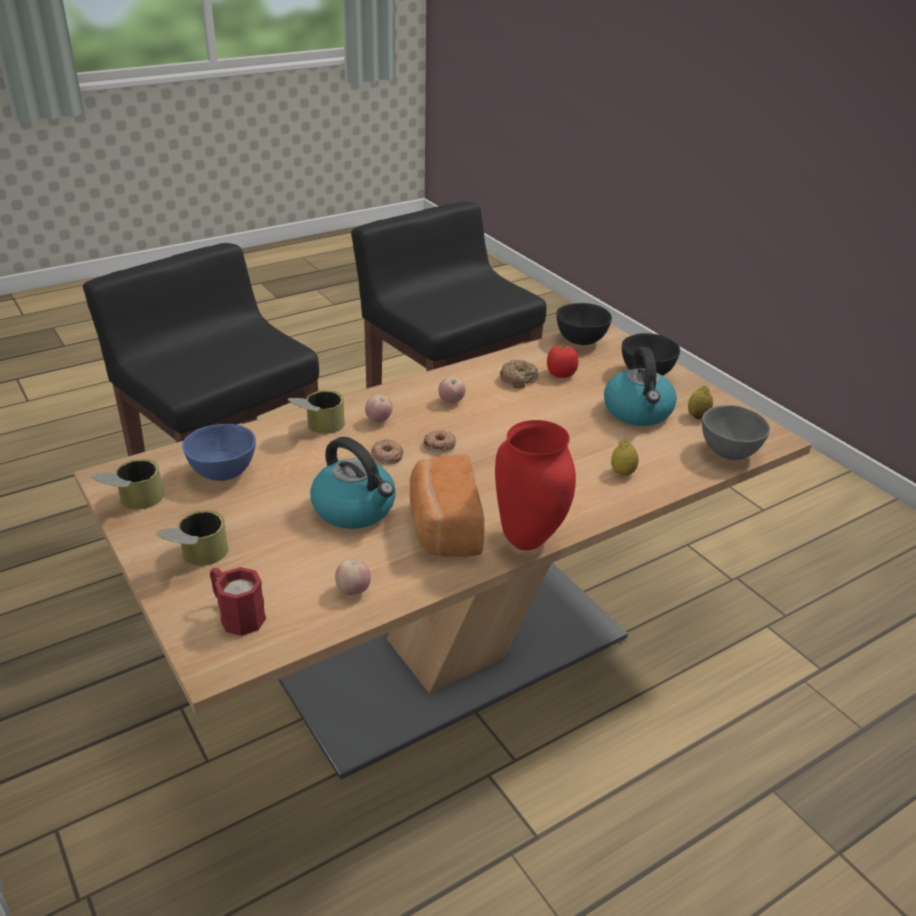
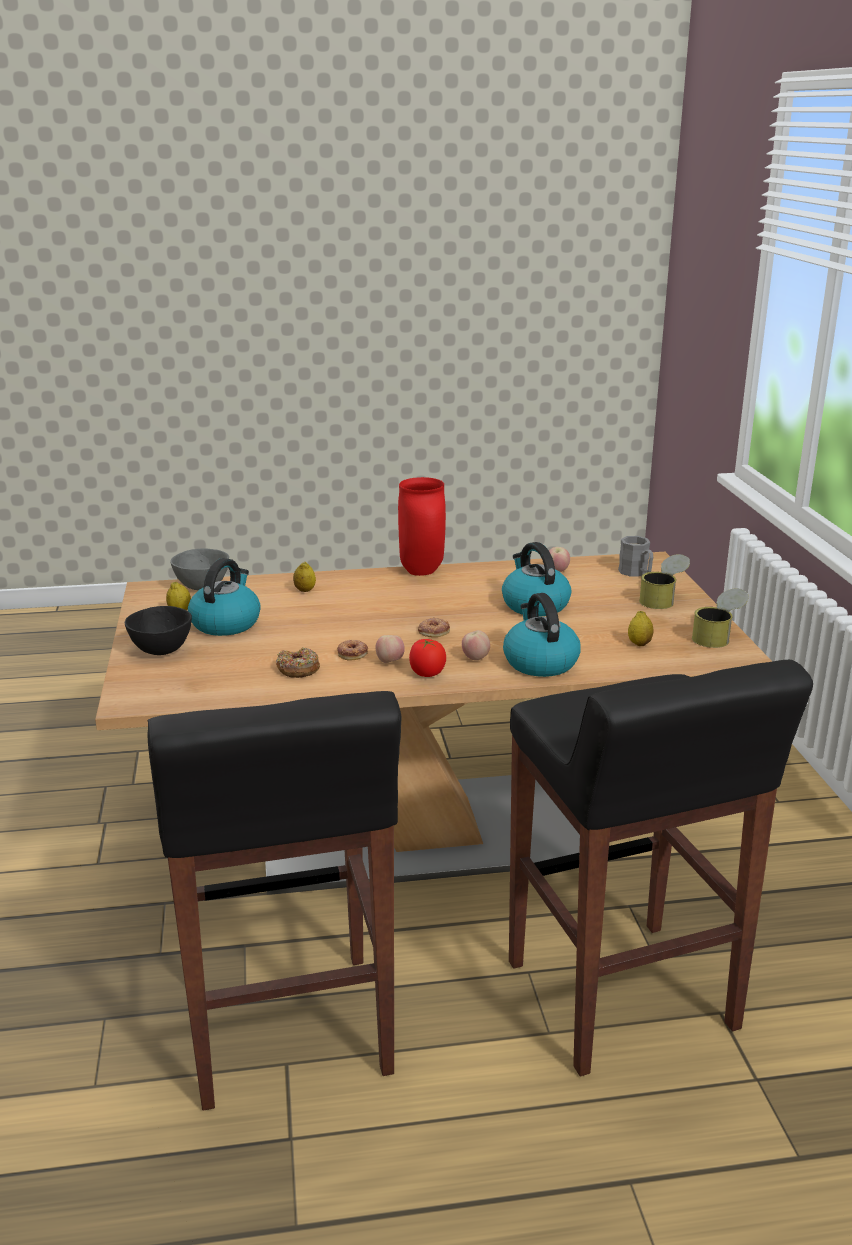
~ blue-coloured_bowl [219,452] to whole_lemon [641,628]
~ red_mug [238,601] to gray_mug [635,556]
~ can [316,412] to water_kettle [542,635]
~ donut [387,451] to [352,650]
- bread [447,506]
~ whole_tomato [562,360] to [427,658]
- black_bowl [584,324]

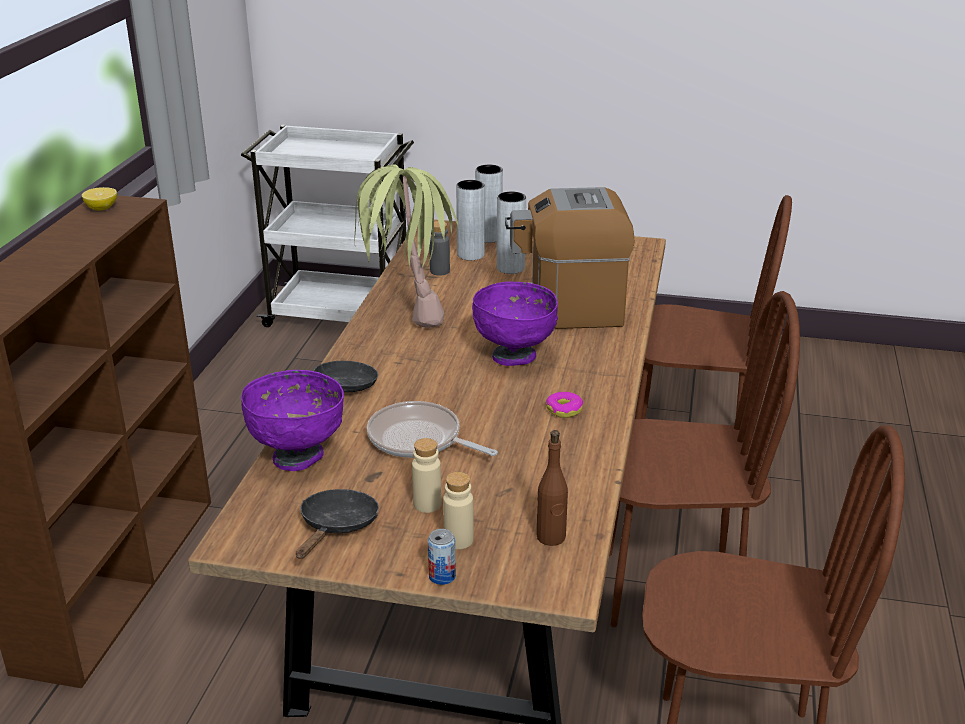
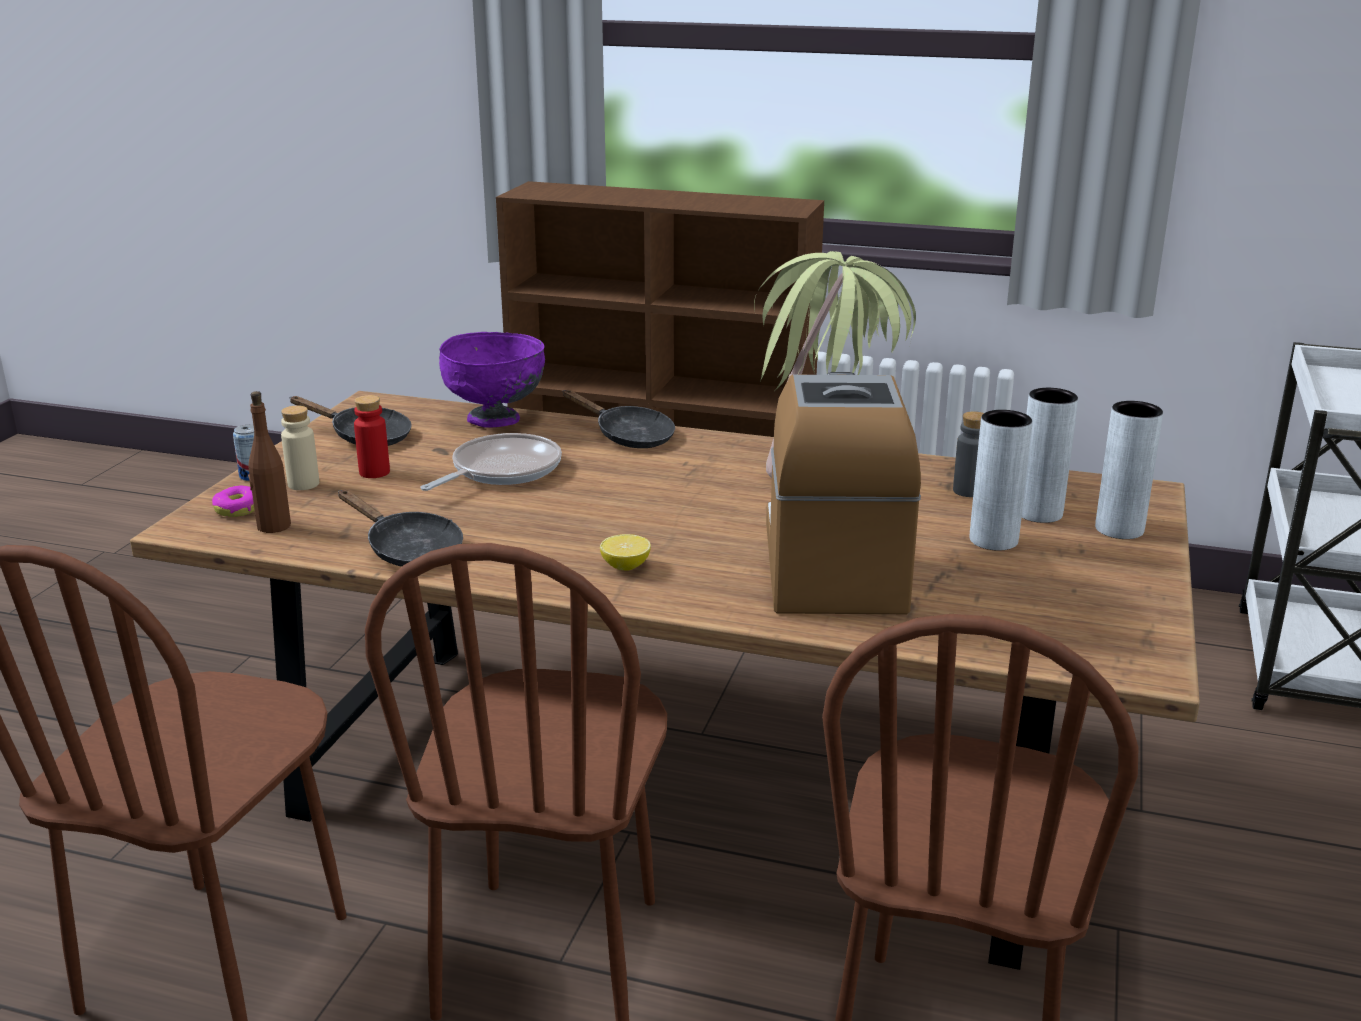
~ whole_lemon [99,199] to [625,552]
~ beige_drink_bottle [426,475] to red_drink_bottle [372,436]
- purple-coloured_bowl [515,324]
~ donut [564,405] to [233,501]
+ black_pan [400,528]

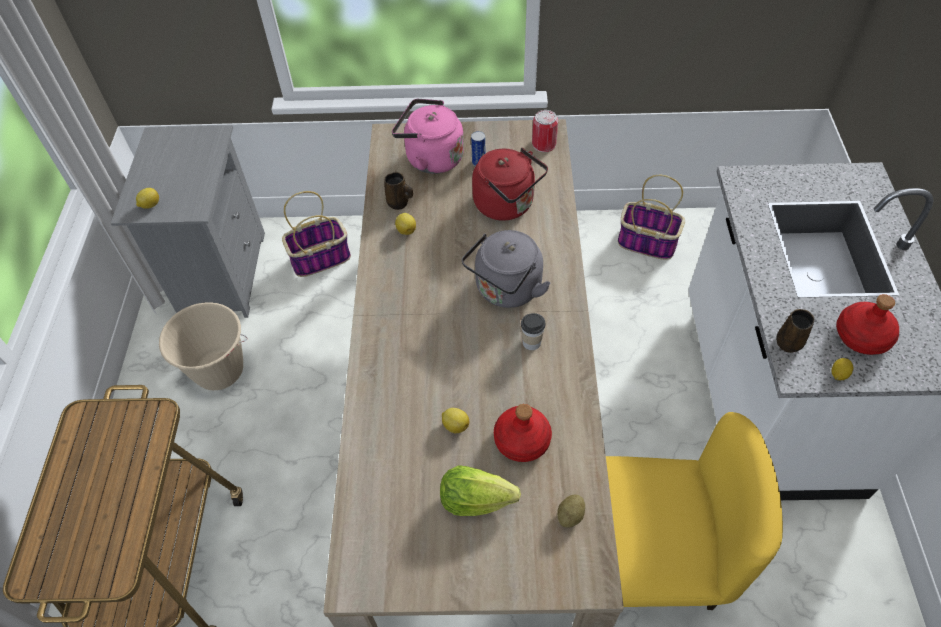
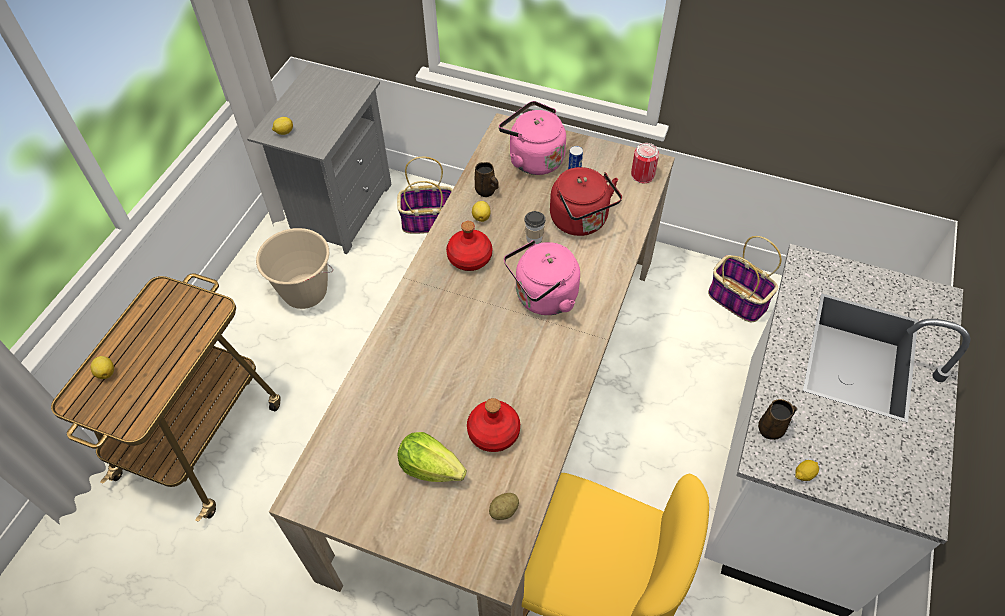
~ whole_lemon [455,420] to [102,367]
~ gray_water_kettle [506,269] to pink-coloured_water_kettle [542,277]
~ small_cup [533,331] to [535,227]
~ red_drink_bottle [867,324] to [469,246]

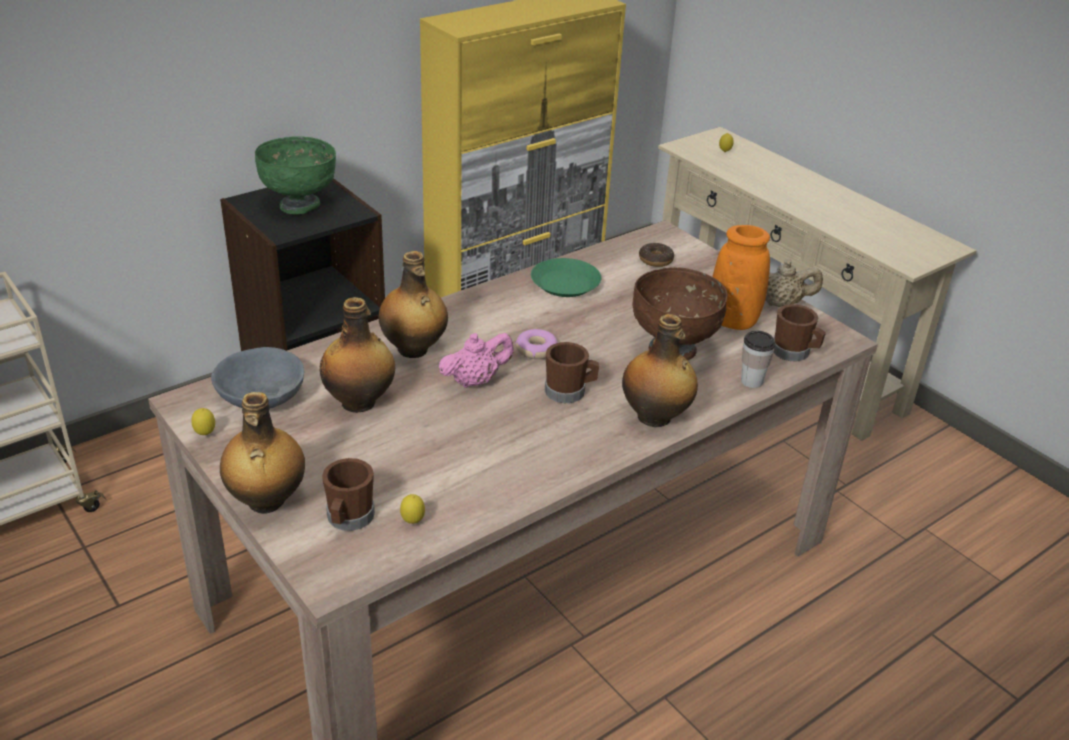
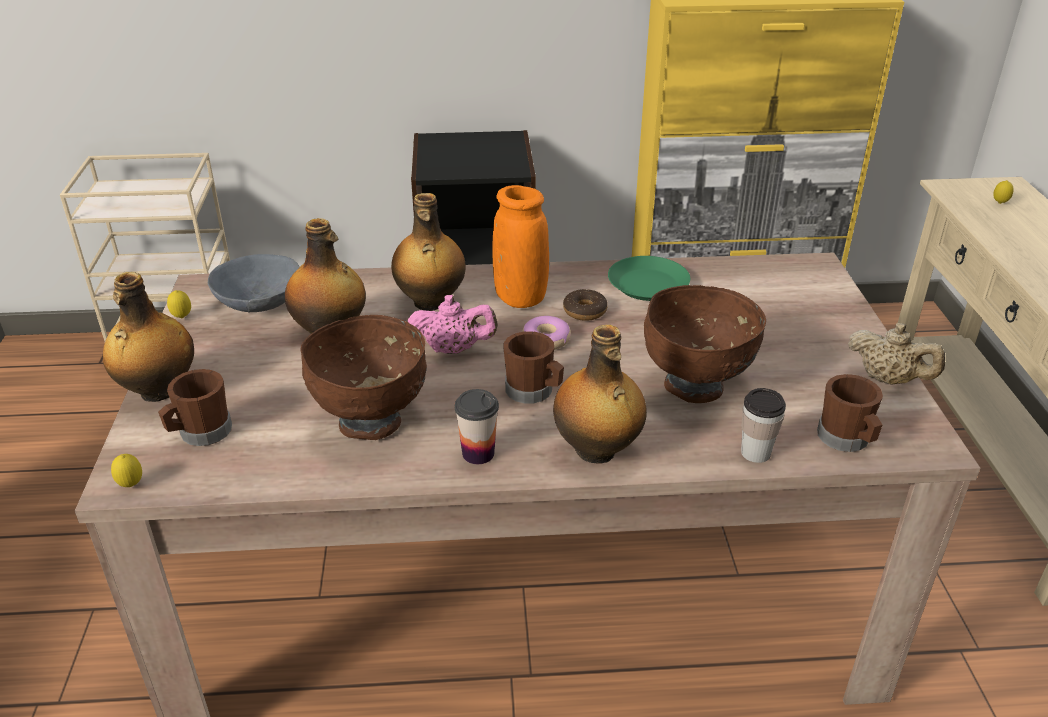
- greenish_bowl [295,175]
~ whole_lemon [412,509] to [126,470]
~ donut [656,255] to [585,305]
~ orange-coloured_decorative_vase [741,277] to [520,246]
+ brown_bowl [364,377]
+ small_cup [477,426]

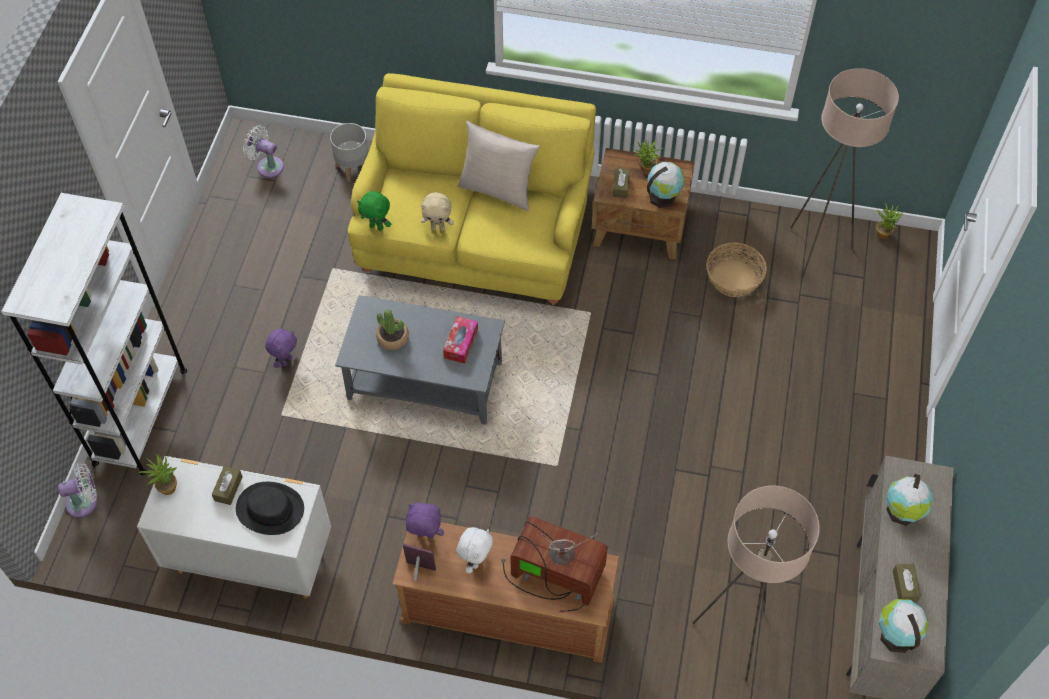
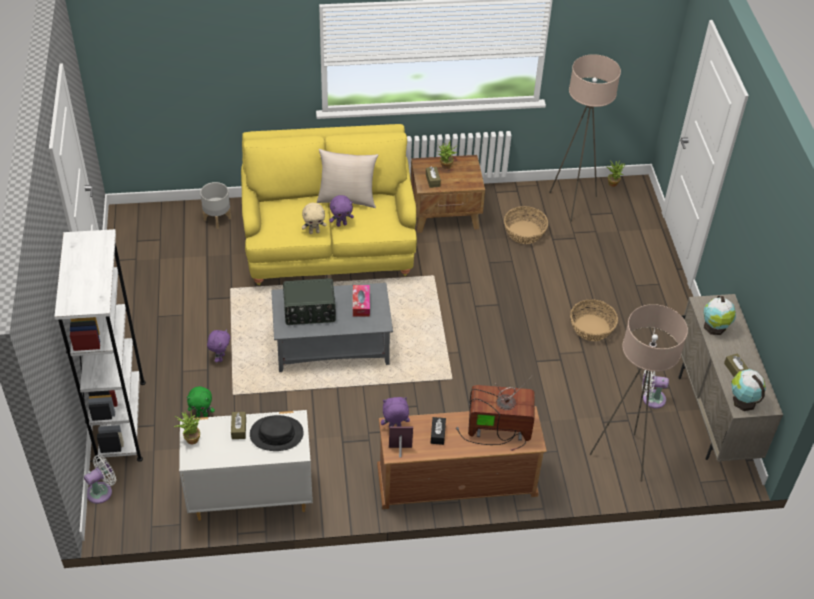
~ whitish_fan [263,151] to [655,389]
~ greenish_soft_toy [374,211] to [201,401]
~ potted_plant [392,329] to radio_receiver [309,301]
~ whitish_soft_toy [475,550] to black_box_of_tissues [438,431]
- globe [666,185]
+ purple-coloured_soft_toy [341,211]
+ storage_basket [594,320]

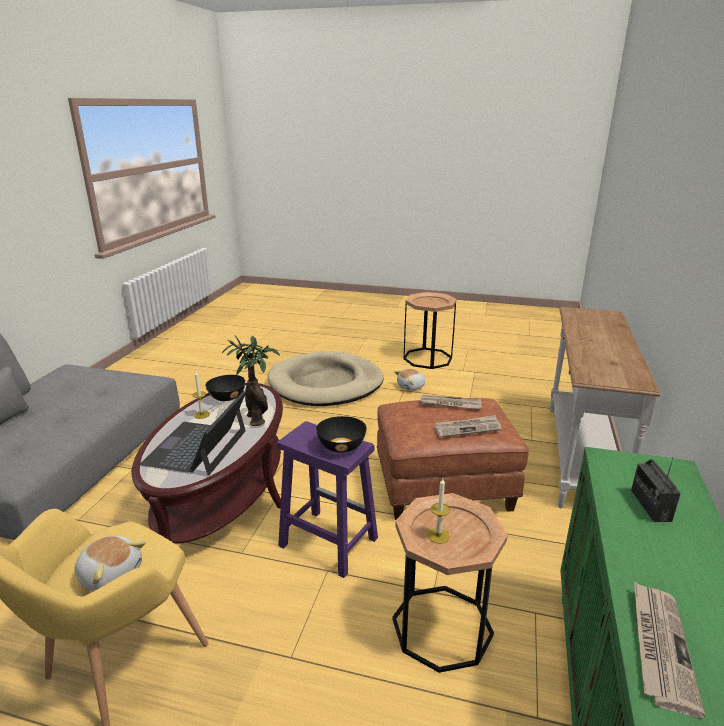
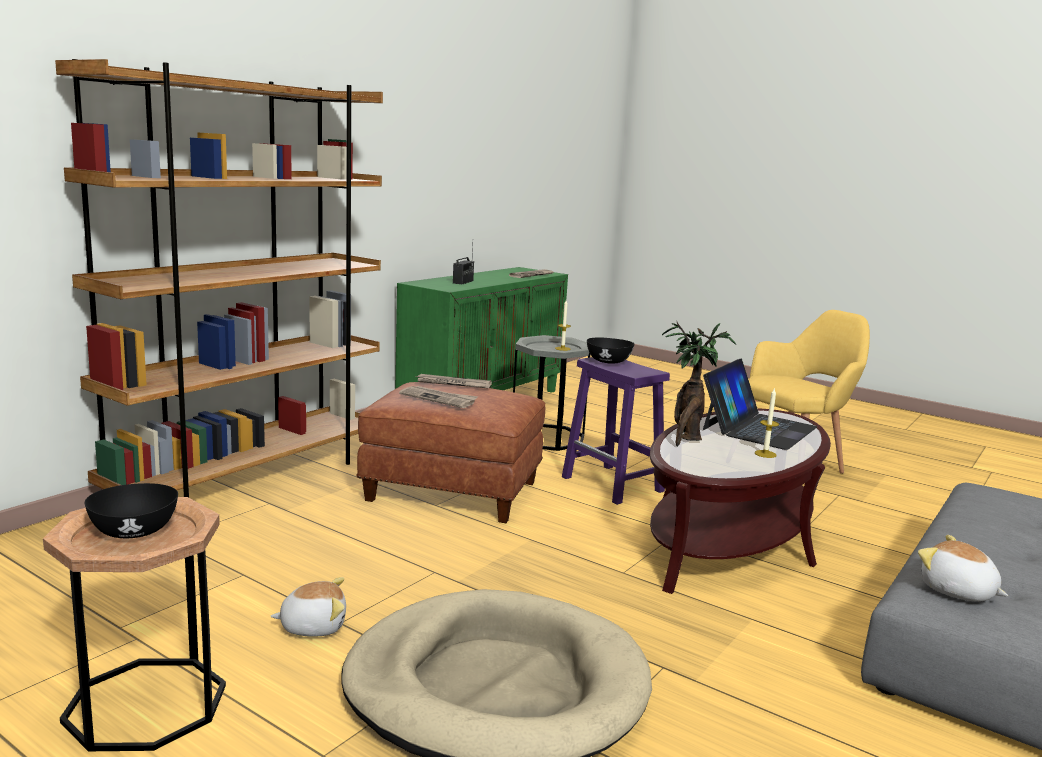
~ soft_toy [110,564] to [963,568]
~ black_bowl [225,388] to [131,510]
~ brown_end_table [450,583] to gray_end_table [551,393]
~ whitish_narrow_table [605,407] to brown_bookcase [219,278]

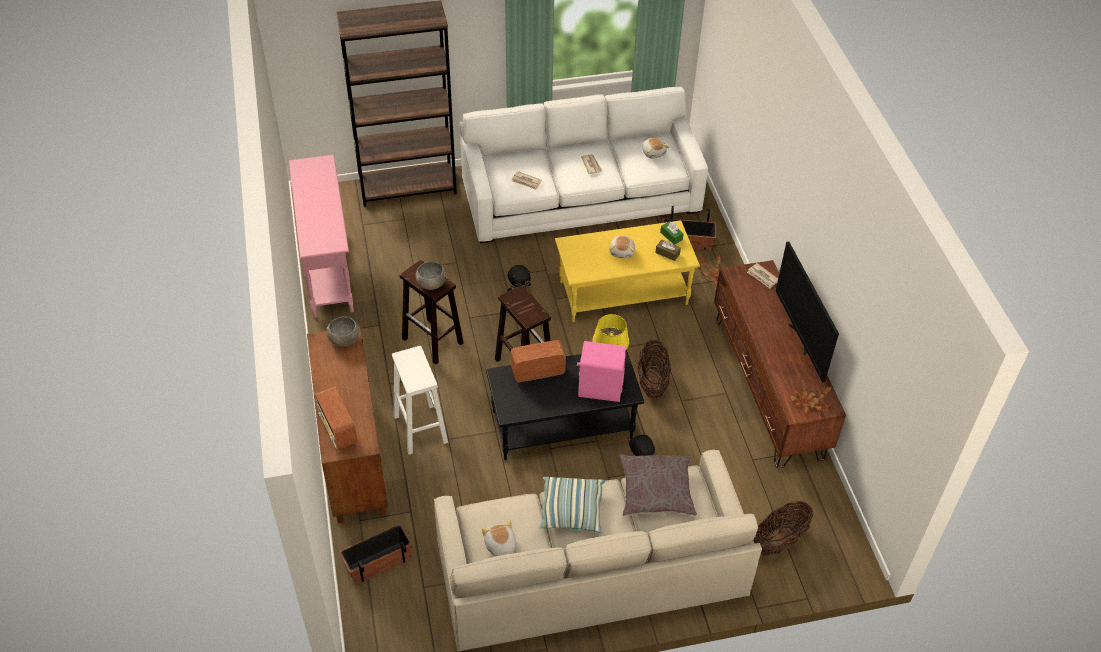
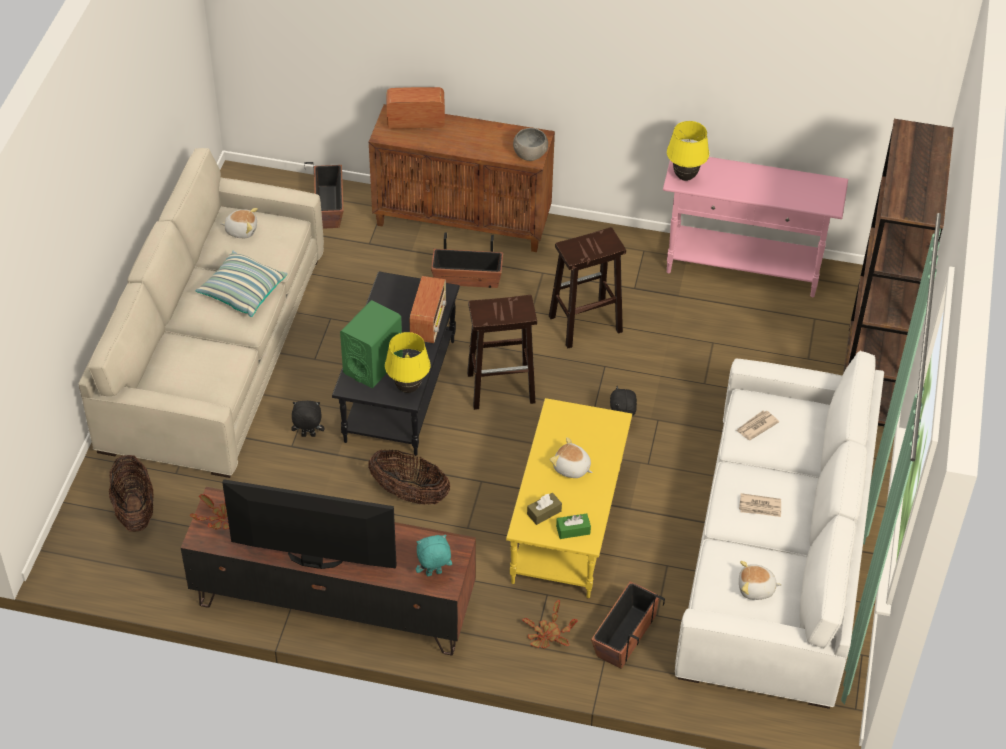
~ whitish_stool [420,400] to planter [467,260]
- gray_bowl [431,276]
~ pink-coloured_audio_speaker [601,371] to greenish_audio_speaker [371,344]
- gray_cushion [658,485]
~ daily_paper [762,276] to turquoise-coloured_soft_toy [434,555]
+ yellowish_table_lamp [688,151]

